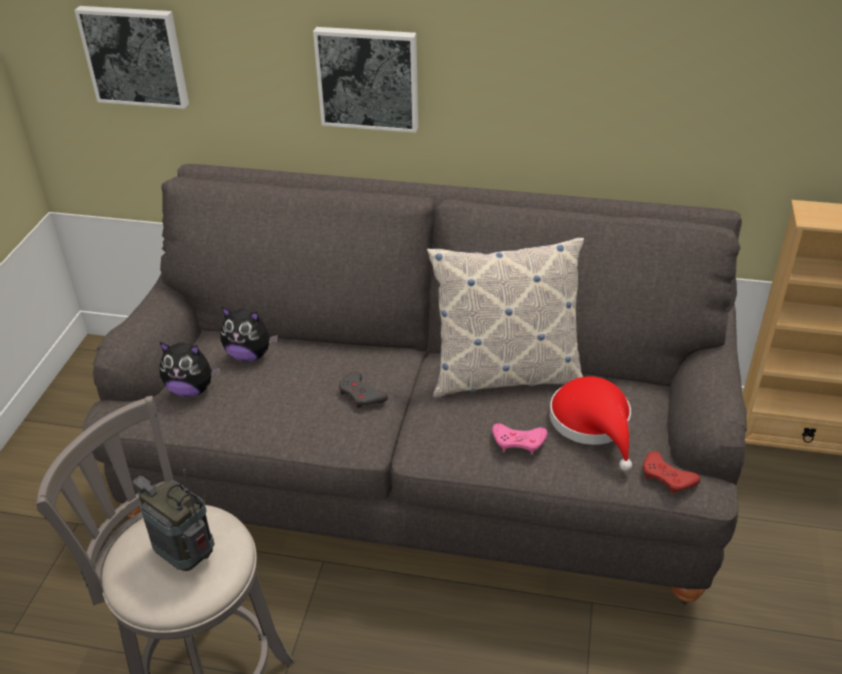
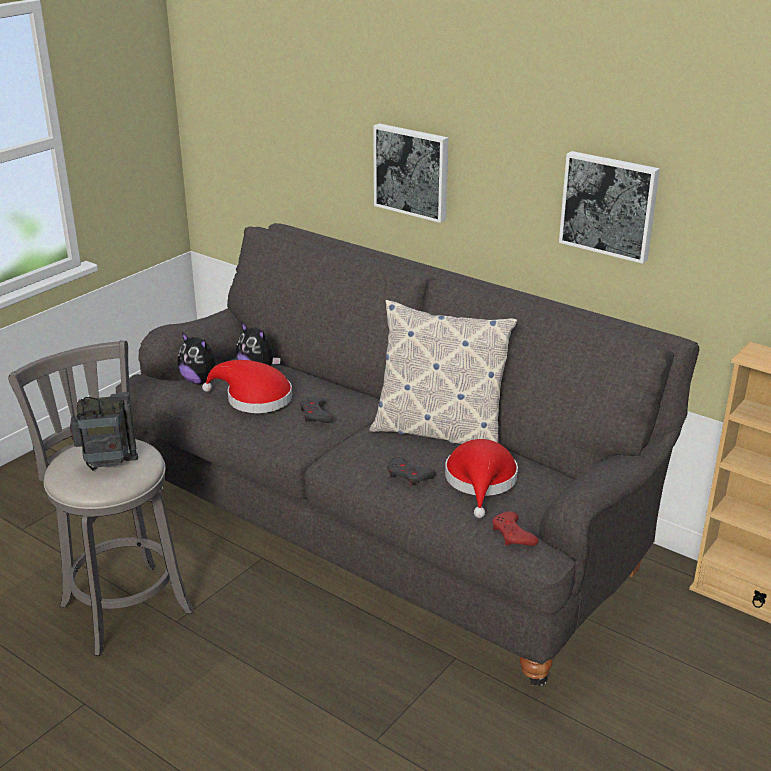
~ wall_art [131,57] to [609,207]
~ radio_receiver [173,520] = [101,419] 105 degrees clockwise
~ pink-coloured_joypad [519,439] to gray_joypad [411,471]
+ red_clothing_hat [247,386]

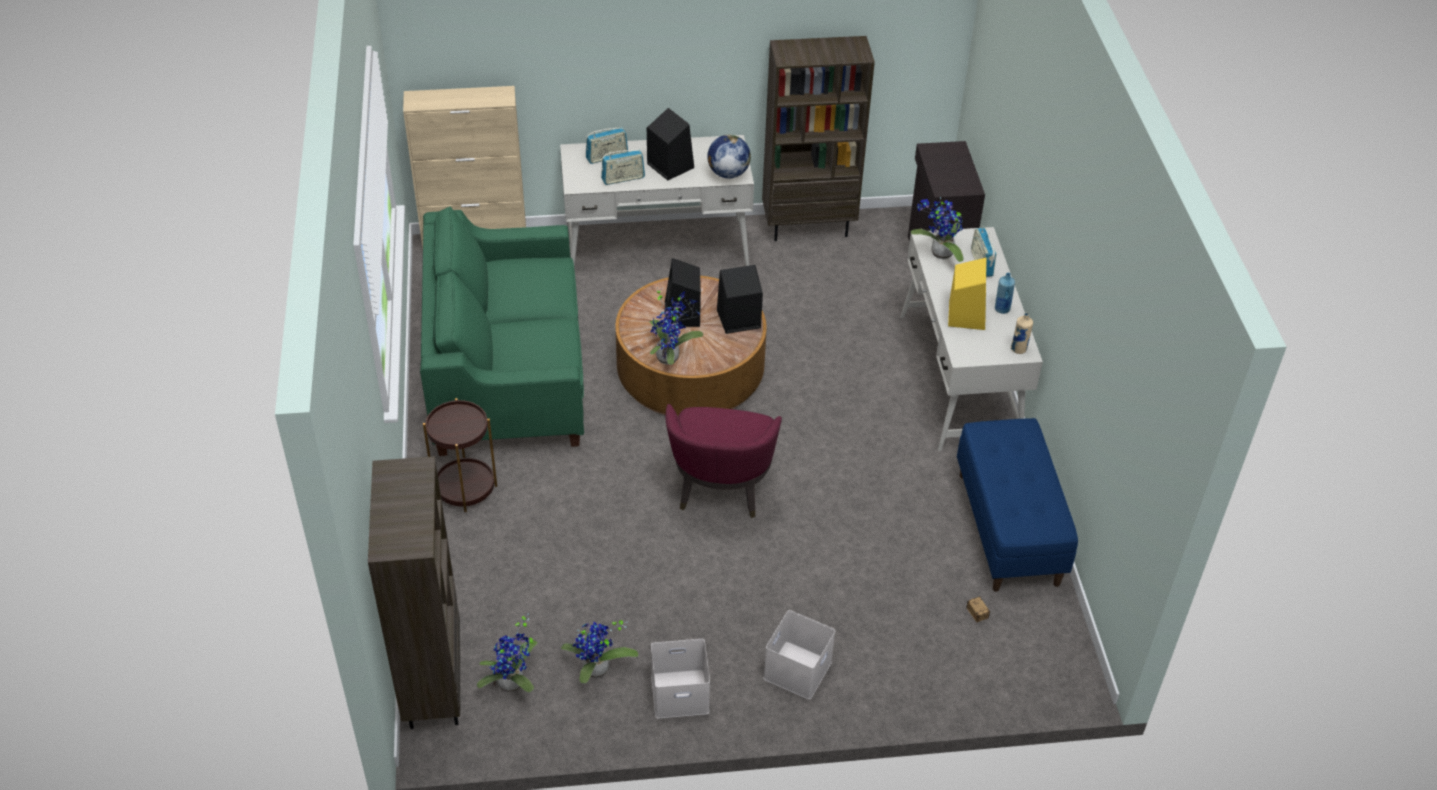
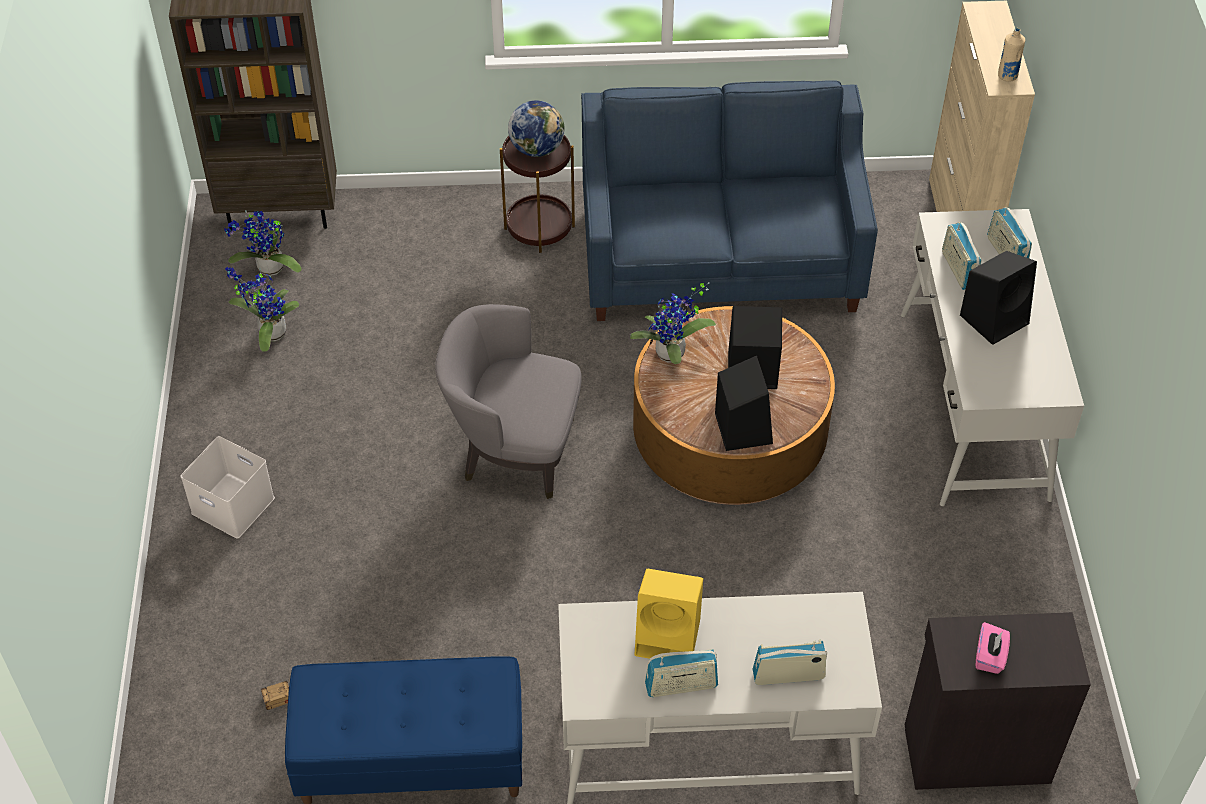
~ greenish_settee [502,331] to blue-coloured_settee [729,200]
- whitish_storage_box [680,679]
~ purple-coloured_lounge_chair [724,461] to gray_lounge_chair [508,401]
~ globe [729,156] to [536,129]
- brown_bookcase [818,138]
- potted_plant [937,229]
~ blue-coloured_drink_bottle [1005,293] to radio_receiver [681,673]
~ beige_drink_bottle [1022,333] to [1011,55]
+ pink-coloured_box_of_tissues [993,648]

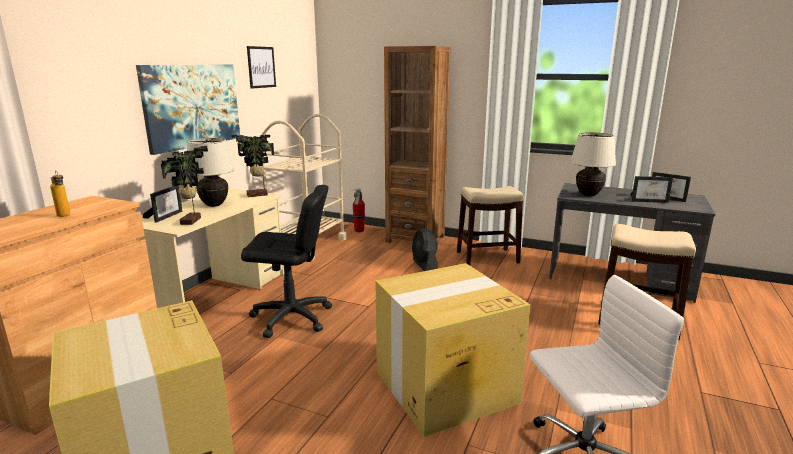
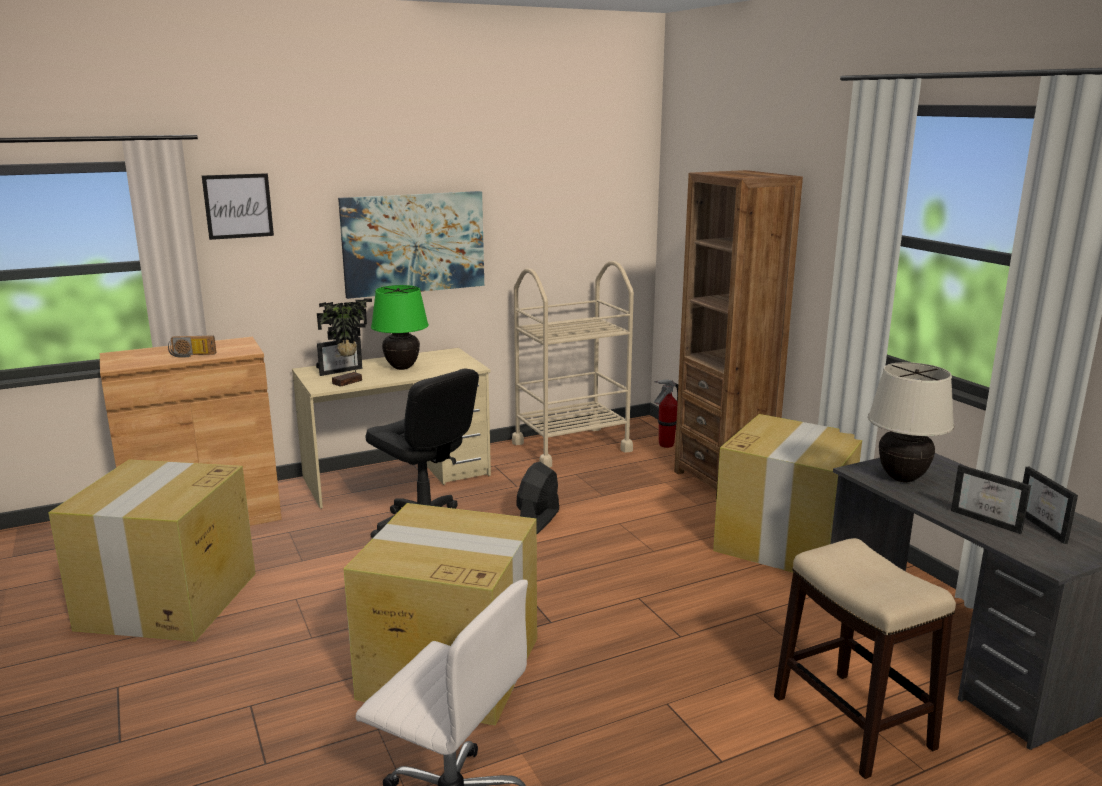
~ drink_bottle [60,193] to radio_receiver [192,347]
~ beige_table_lamp [211,172] to greenish_table_lamp [400,327]
- potted_plant [252,166]
~ wall_art [261,67] to [238,206]
~ black_fan [425,249] to [537,498]
~ stool [490,225] to carton [787,493]

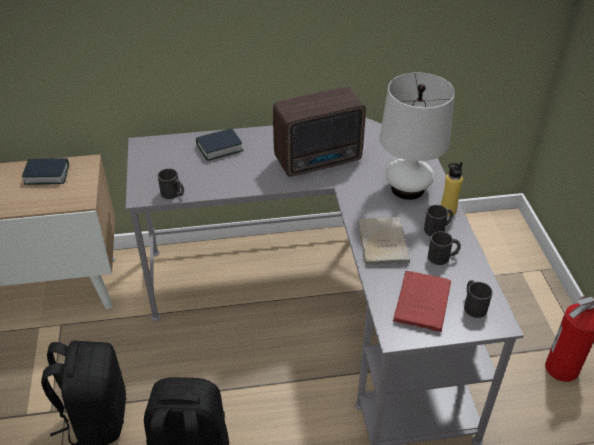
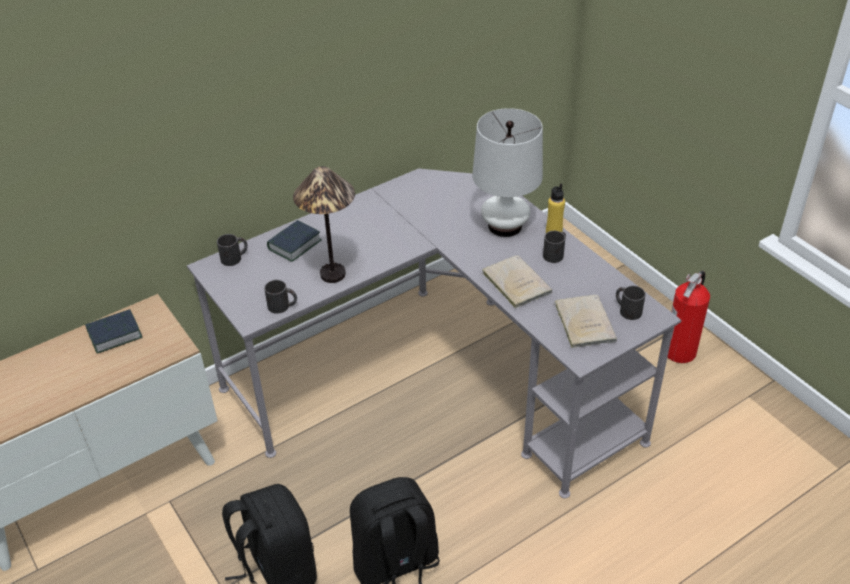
- radio_receiver [319,132]
~ red_volume [422,301] to beige_volume [585,321]
~ black_mug [444,248] to [232,250]
+ table_lamp [324,224]

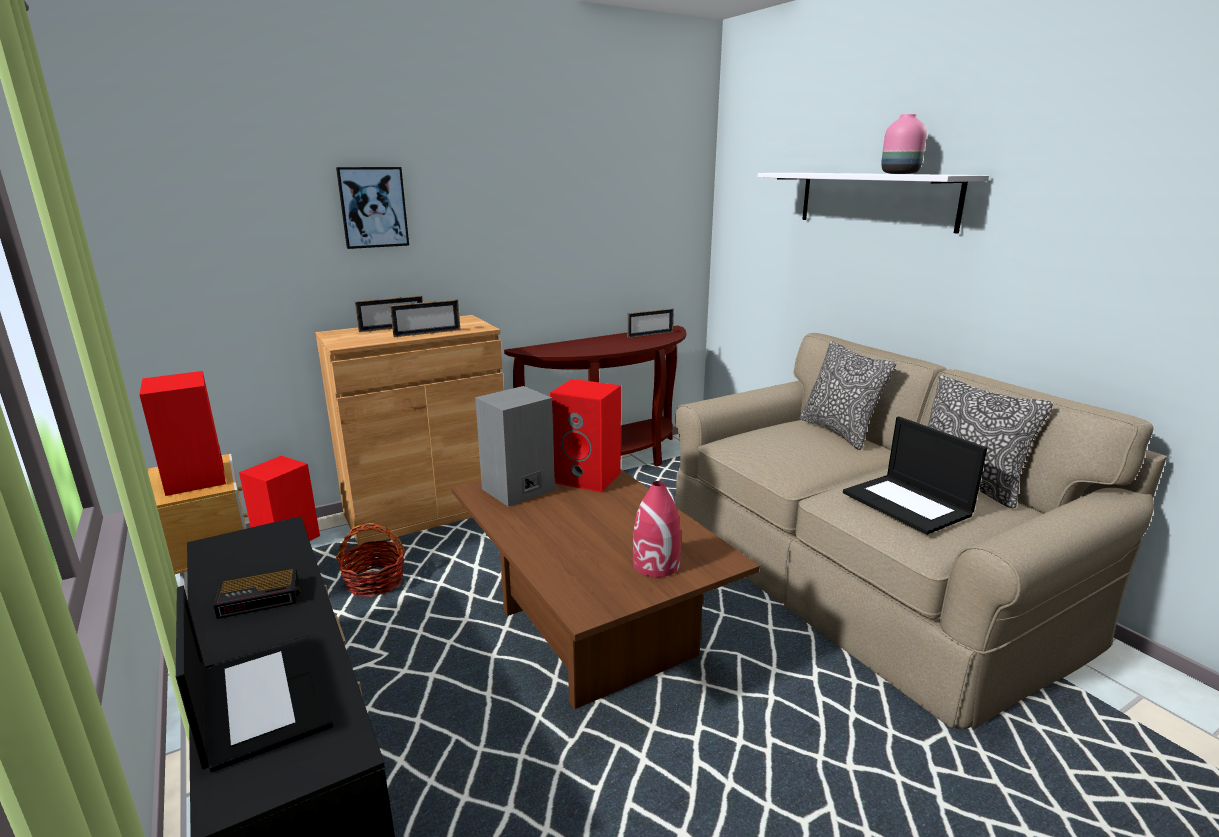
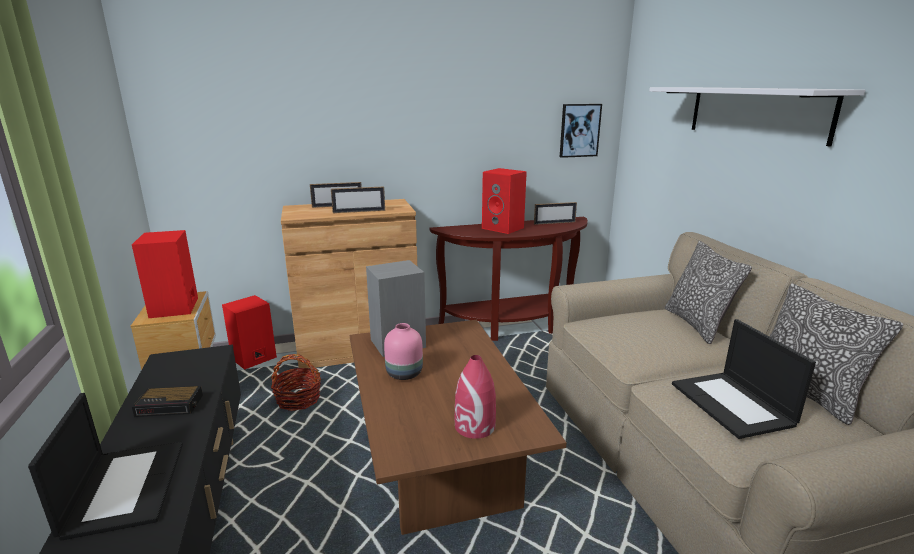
~ wall_art [372,208] to [581,131]
~ red_audio_speaker [585,436] to [504,201]
~ pink-coloured_decorative_vase [904,144] to [403,351]

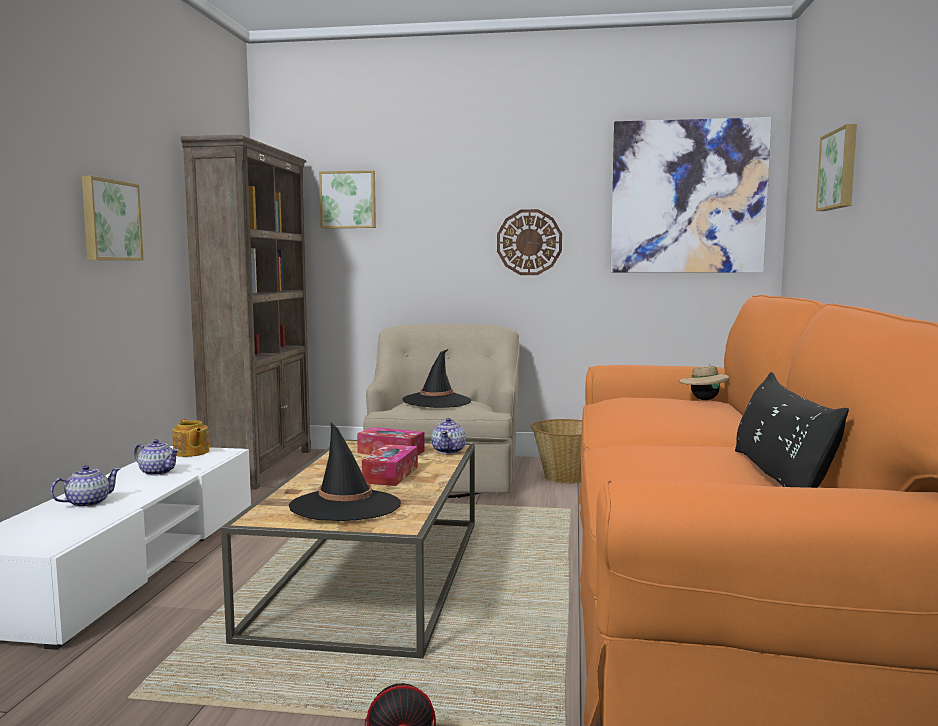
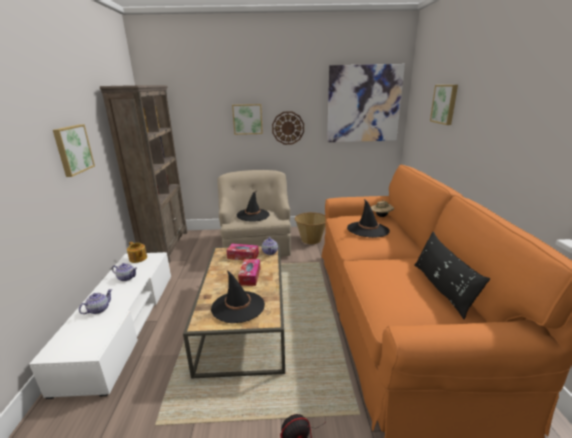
~ wall_art [347,199] to [247,119]
+ black_clothing_hat [368,218]

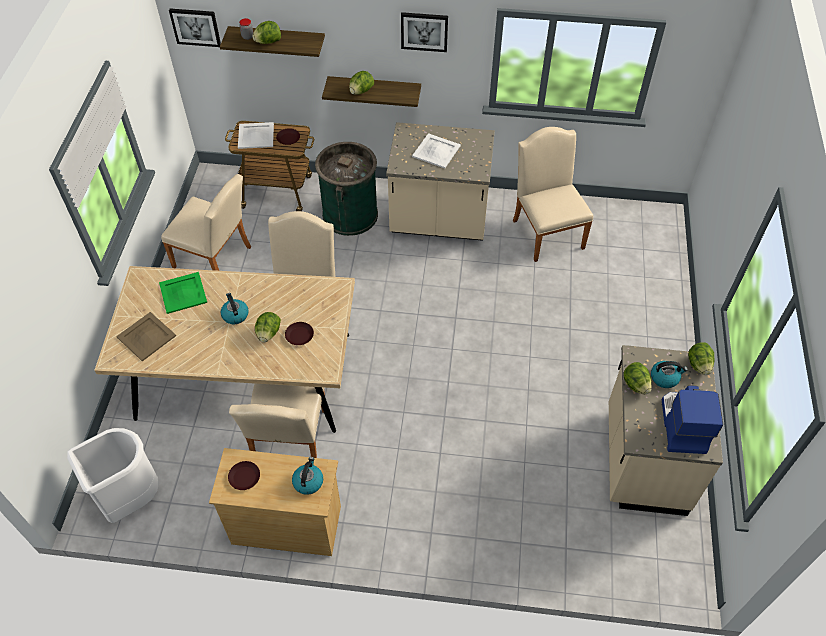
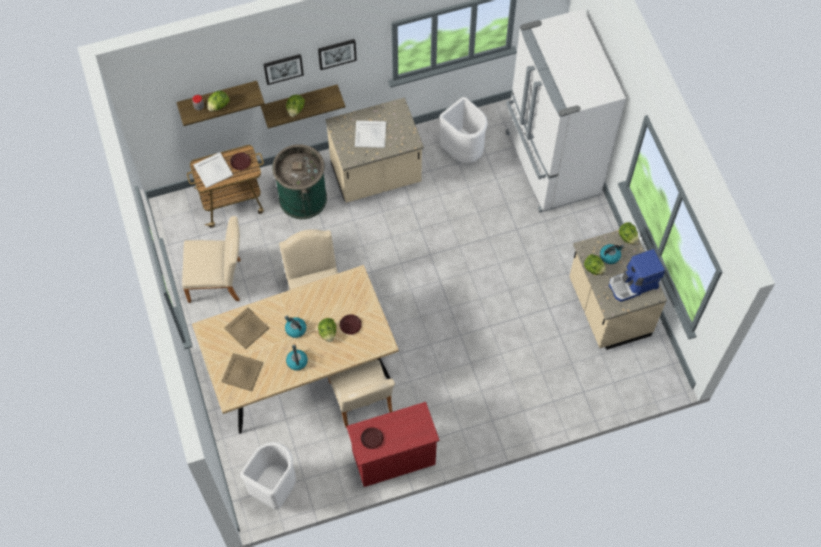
~ greenish_carrying_tray [183,293] to beige_carrying_tray [246,328]
~ wall_art [195,27] to [284,69]
~ beige_drawer_chest [275,502] to red_drawer_chest [393,444]
~ water_kettle [307,476] to [297,357]
~ beige_upright_chair [553,194] to whitish_trash_can [463,130]
~ coffee_machine [692,419] = [637,275] 90 degrees counterclockwise
+ whitish_fridge [565,111]

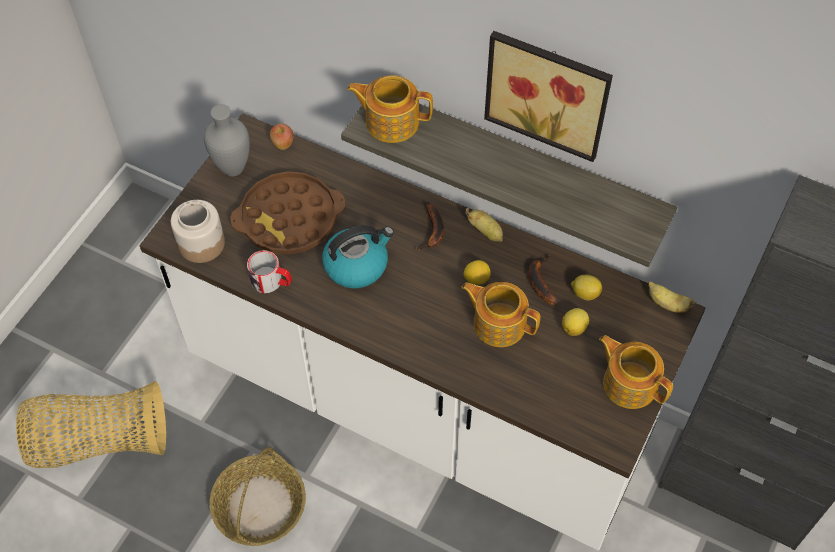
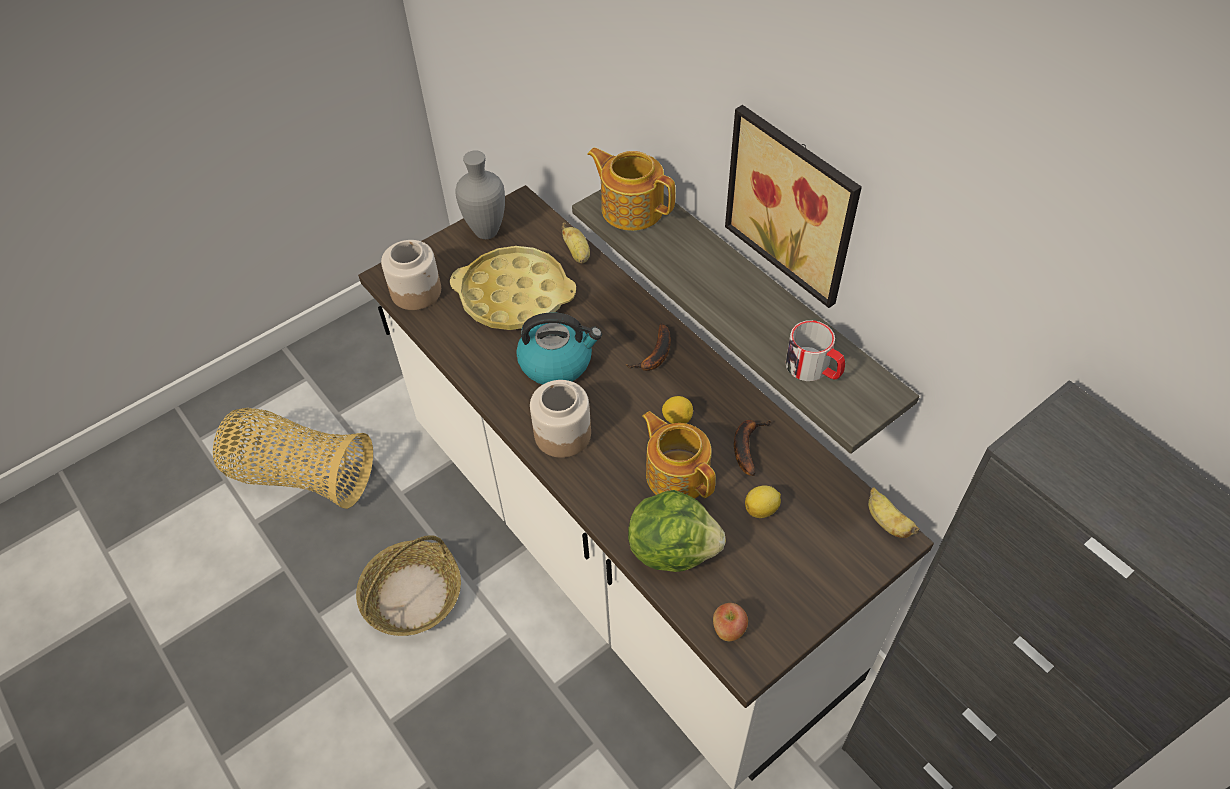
~ brown_carrying_tray [287,213] to yellowish_carrying_tray [513,288]
~ mug [269,271] to [815,350]
~ whole_apple [281,137] to [730,622]
~ banana_fruit [484,225] to [576,243]
- whole_lemon [586,288]
- teapot [636,372]
+ preserve_jar [560,419]
+ lettuce [677,531]

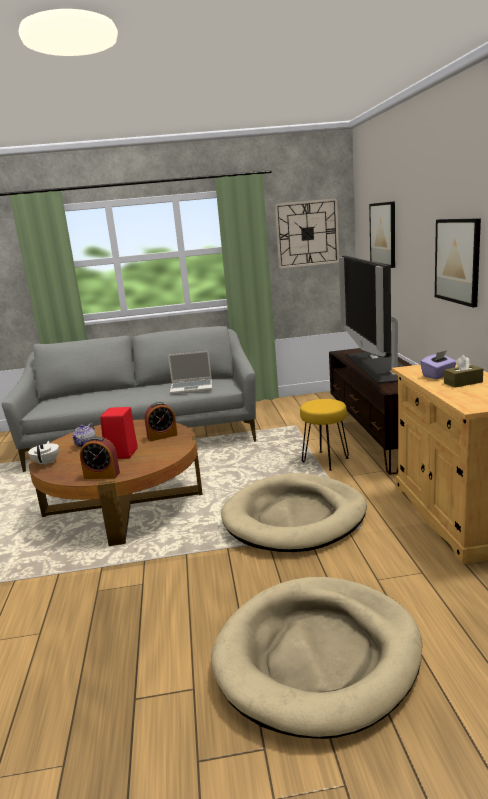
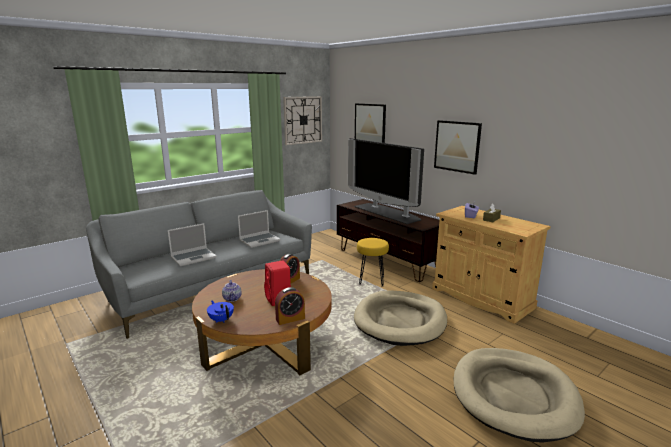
~ whitish_teapot [43,453] to blue-coloured_teapot [220,312]
+ portable_computer [192,244]

